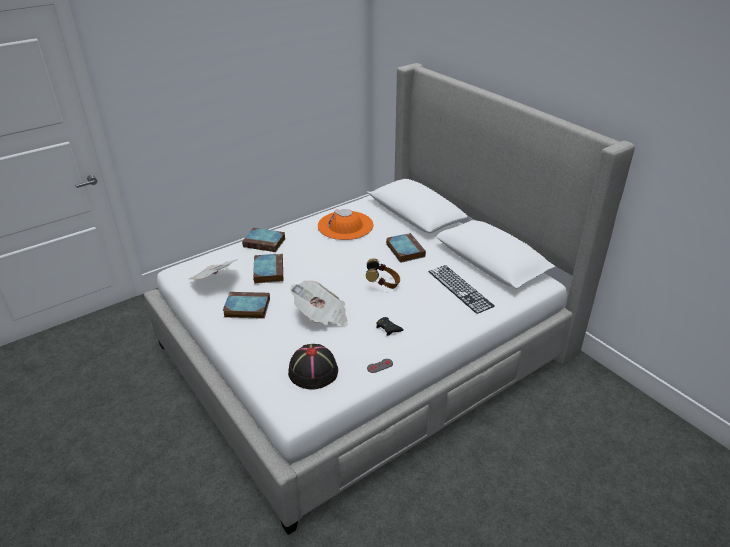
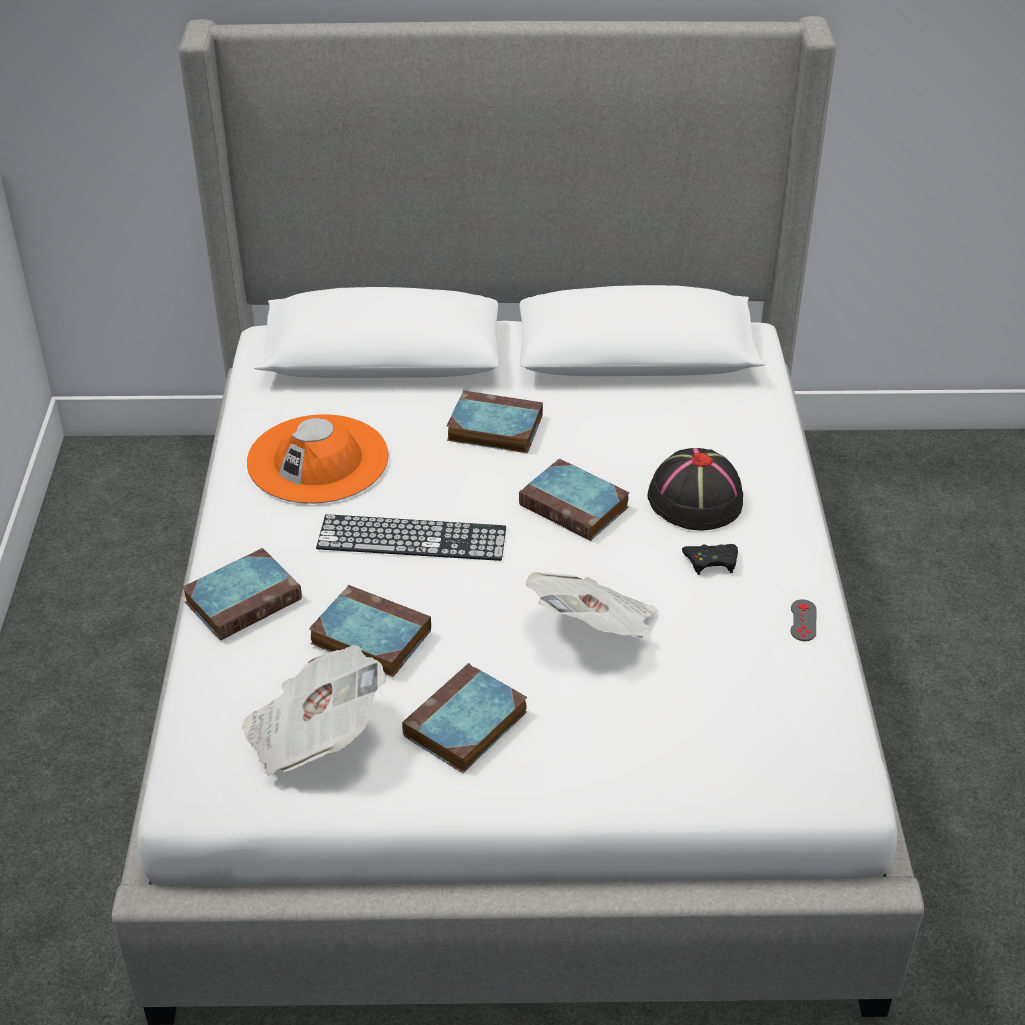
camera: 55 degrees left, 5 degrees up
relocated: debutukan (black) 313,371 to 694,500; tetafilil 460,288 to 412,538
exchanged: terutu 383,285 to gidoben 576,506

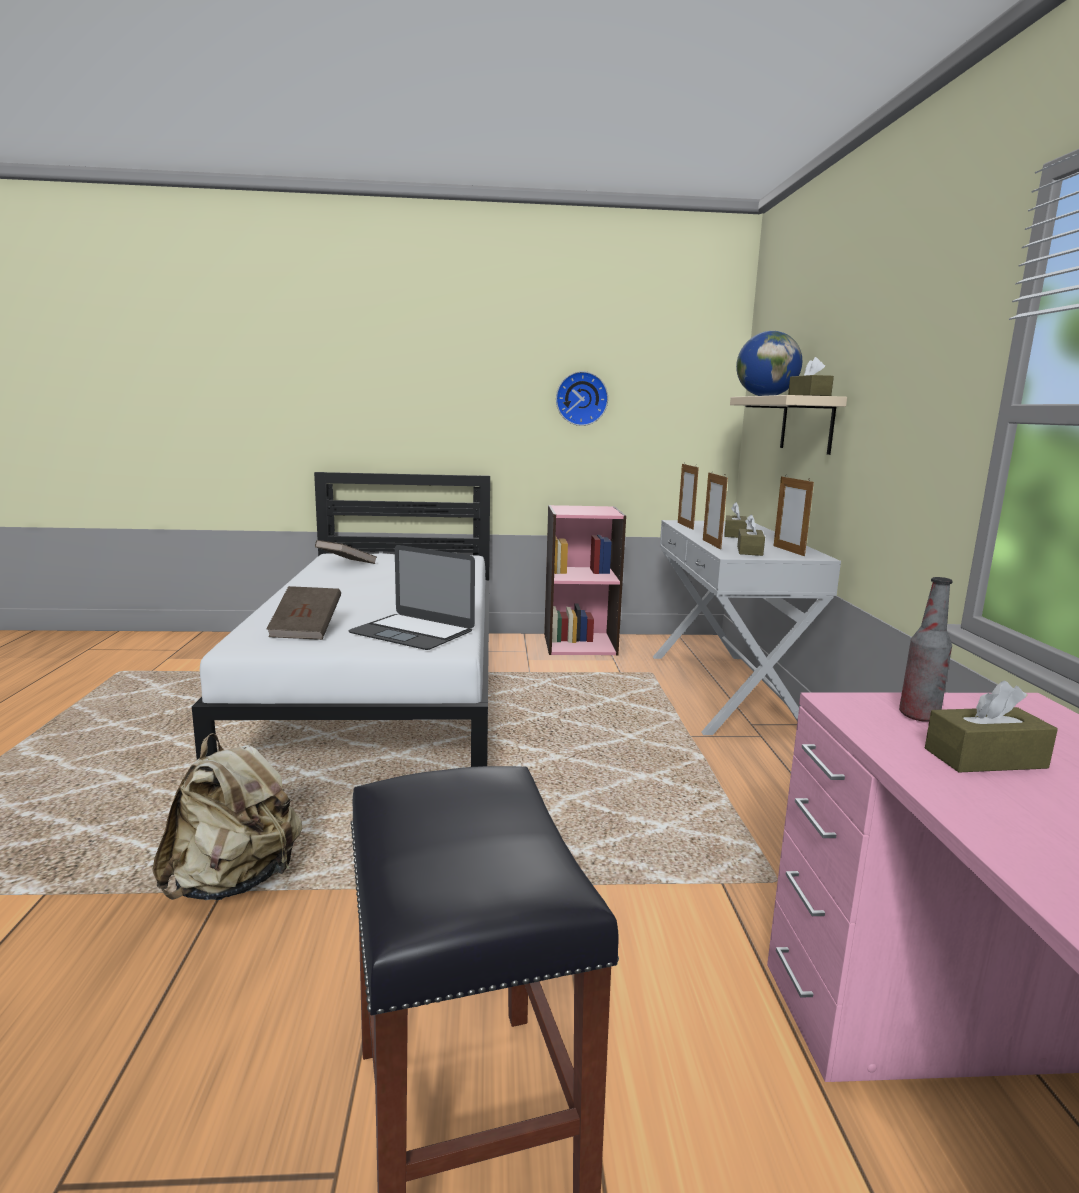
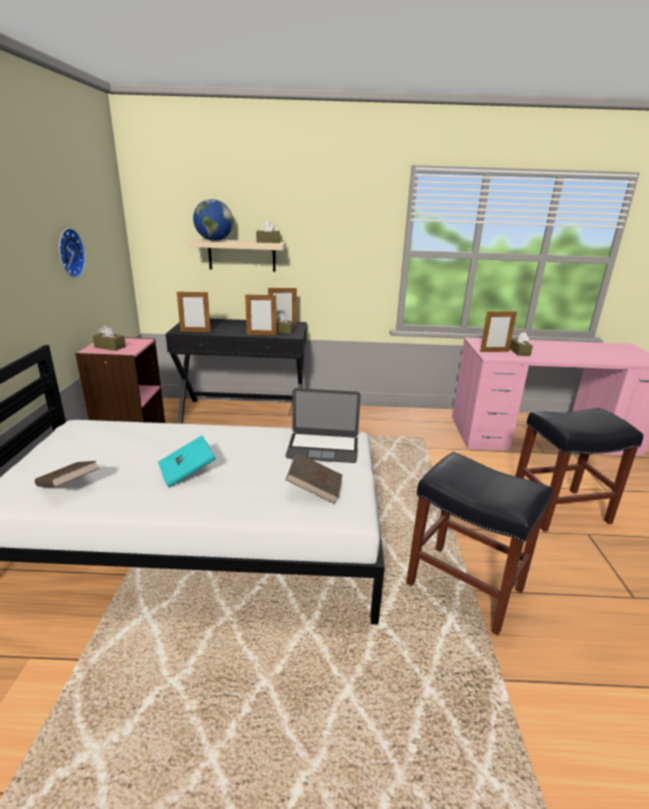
camera: 85 degrees left, 10 degrees up
appeared: gidoben (turquoise) 187,472
relocated: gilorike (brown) 734,534 to 110,347
exchanged: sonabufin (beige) 234,882 to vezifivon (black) 463,586; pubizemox 918,716 to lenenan 494,351
colour: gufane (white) 725,690 to gufane (black) 244,413
spun: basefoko 412,632 = 323,447 60 degrees clockwise

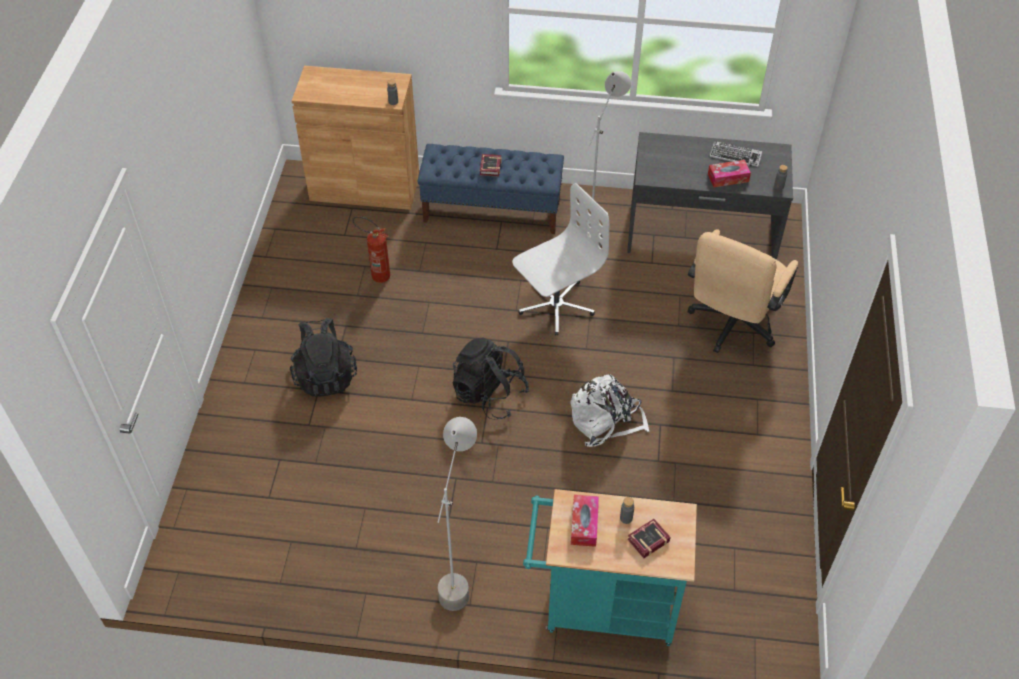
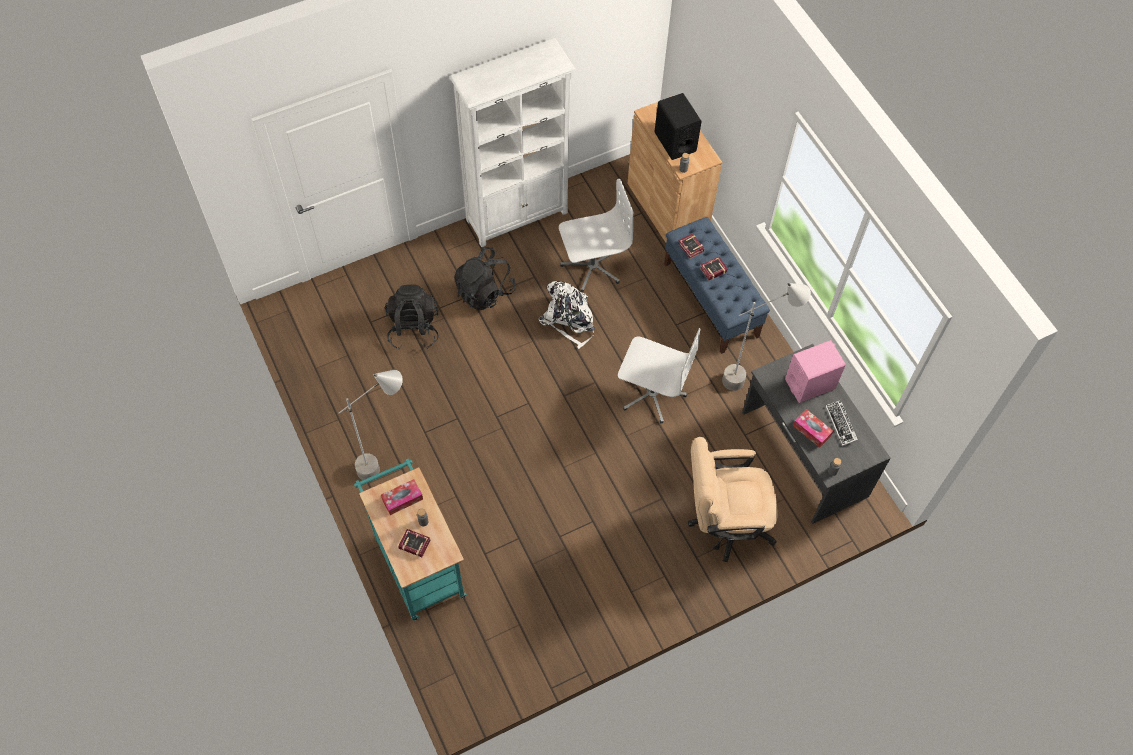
camera: 55 degrees right, 10 degrees up
appeared: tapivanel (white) 517,216; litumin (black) 675,142; gidoben 691,248; litumin (pink) 810,384
relocated: sonabufin (black) 489,394 to 413,329; sonabufin (white) 606,420 to 569,320
exchanged: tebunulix 376,275 to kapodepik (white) 592,266

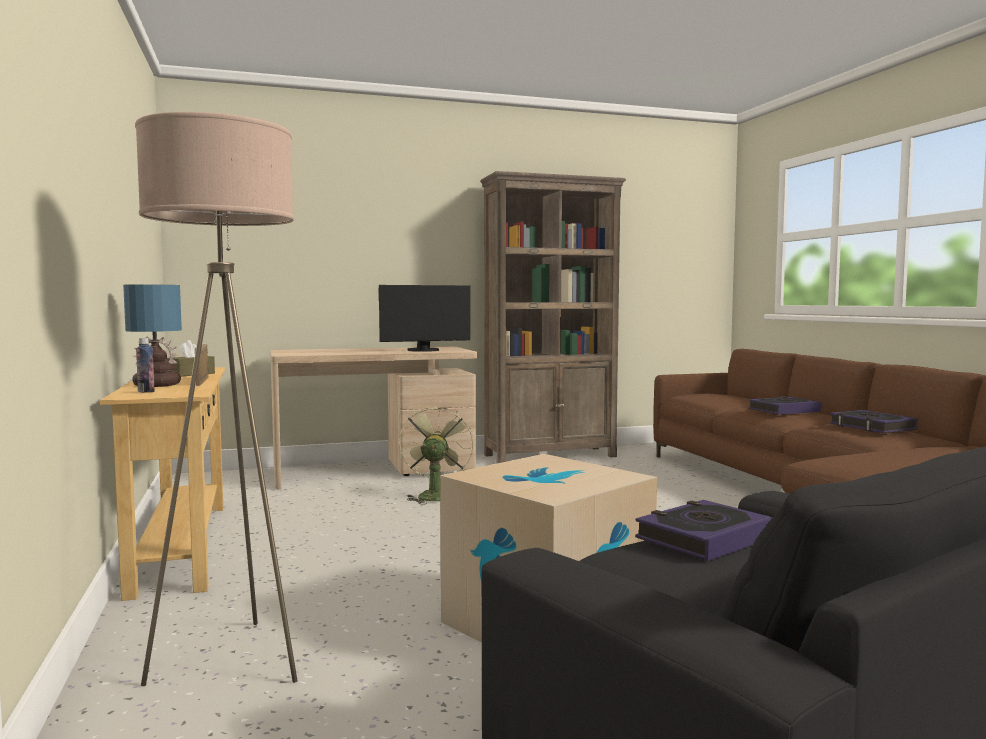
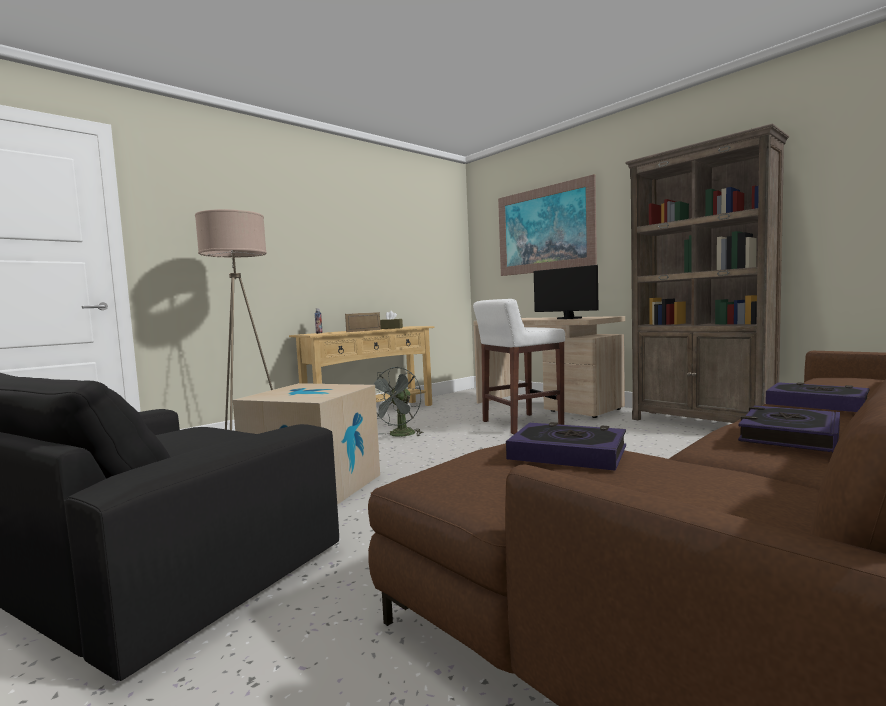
camera: 65 degrees right, 0 degrees up
missing: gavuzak 155,385
appeared: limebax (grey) 400,435; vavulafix 544,230
relocated: gidoben 704,538 to 567,453
exchanged: limebax (green) 434,495 to vezifivon (white) 520,424

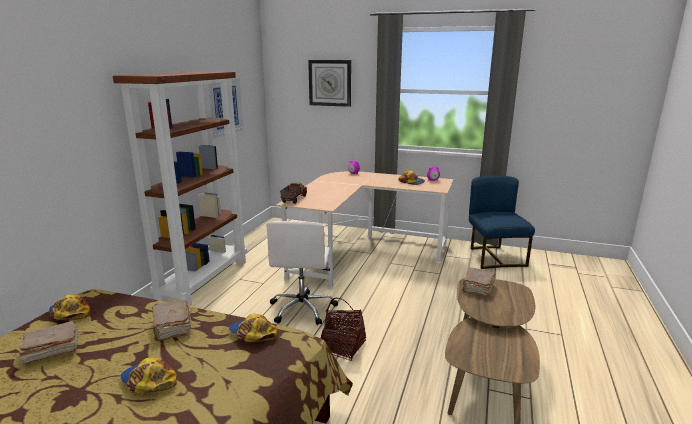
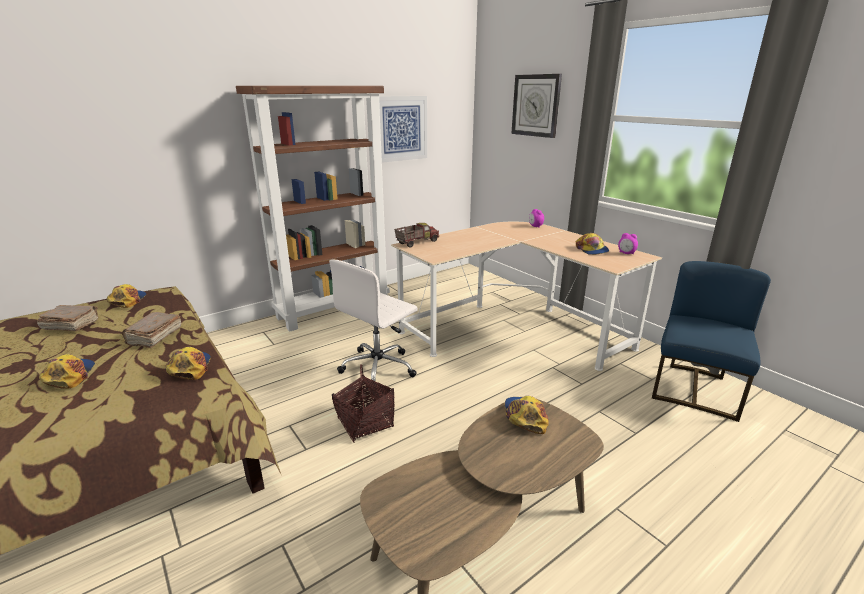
camera: 35 degrees right, 5 degrees up
exchanged: gidoben (brown) 477,288 to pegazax 525,416

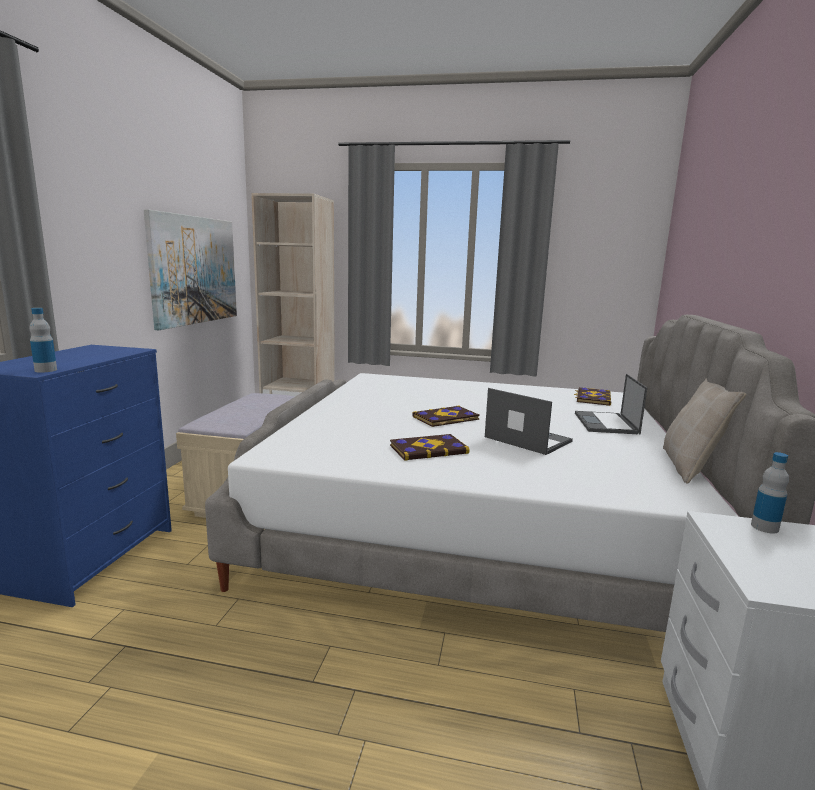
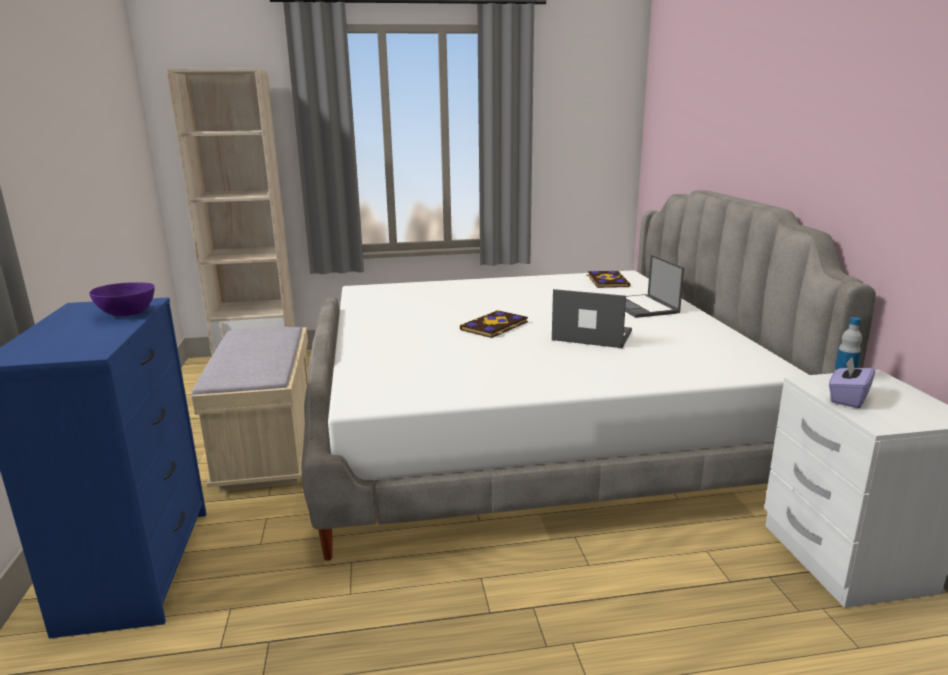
camera: 20 degrees left, 5 degrees up
missing: pubizemox 46,370; vavulafix 194,270; gidoben 428,449; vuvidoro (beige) 691,467
appeared: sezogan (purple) 125,314; gilorike (purple) 847,398

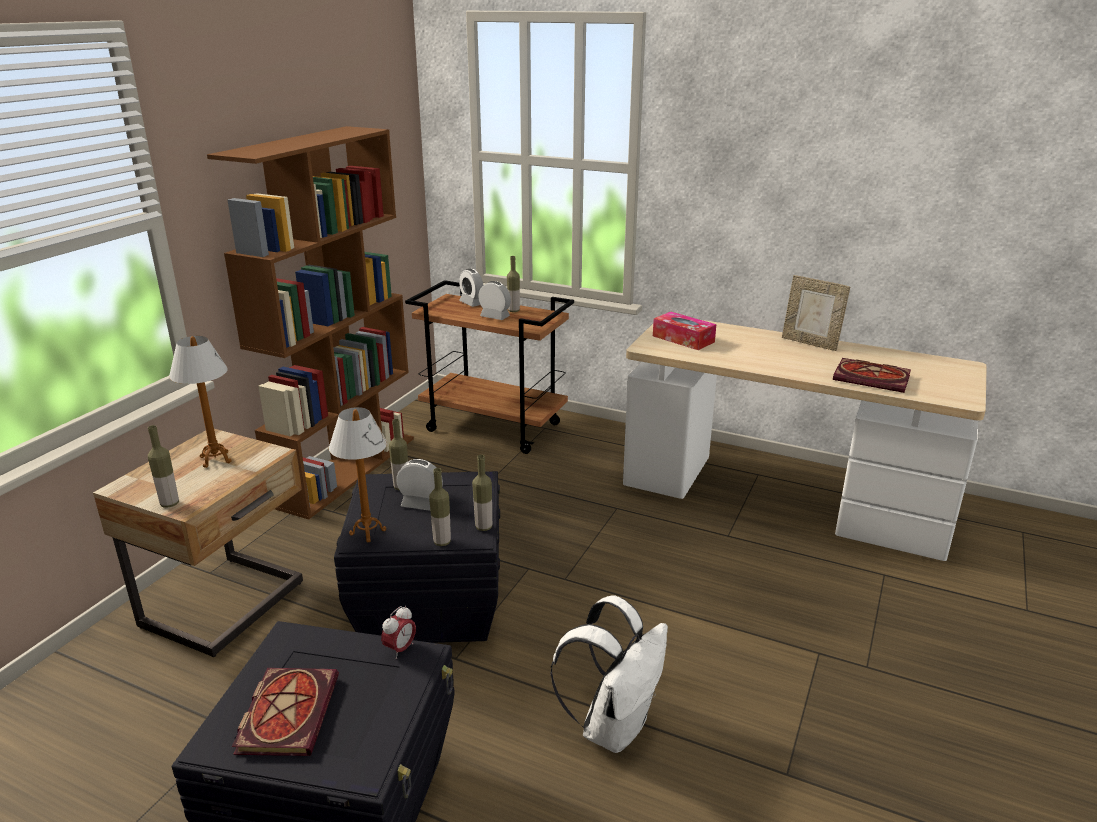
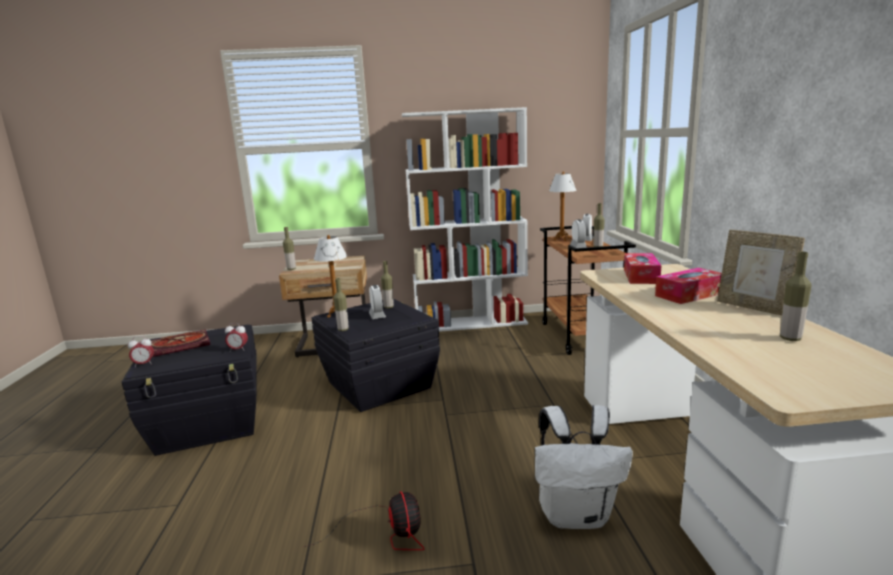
camera: 60 degrees right, 10 degrees down
missing: gidoben 873,378
appeared: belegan 144,364; limebax 387,533; gilorike 689,294
relocated: gavuzak 215,460 to 561,239; pubizemox 483,527 to 790,338; sonabufin (white) 613,725 to 576,515
colour: tapivanel (brown) 345,470 to tapivanel (white) 471,323
spun: lenenan 810,343 = 753,307 45 degrees counterclockwise

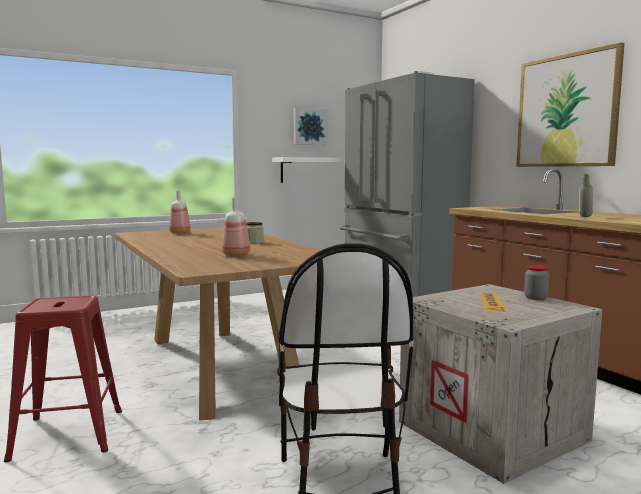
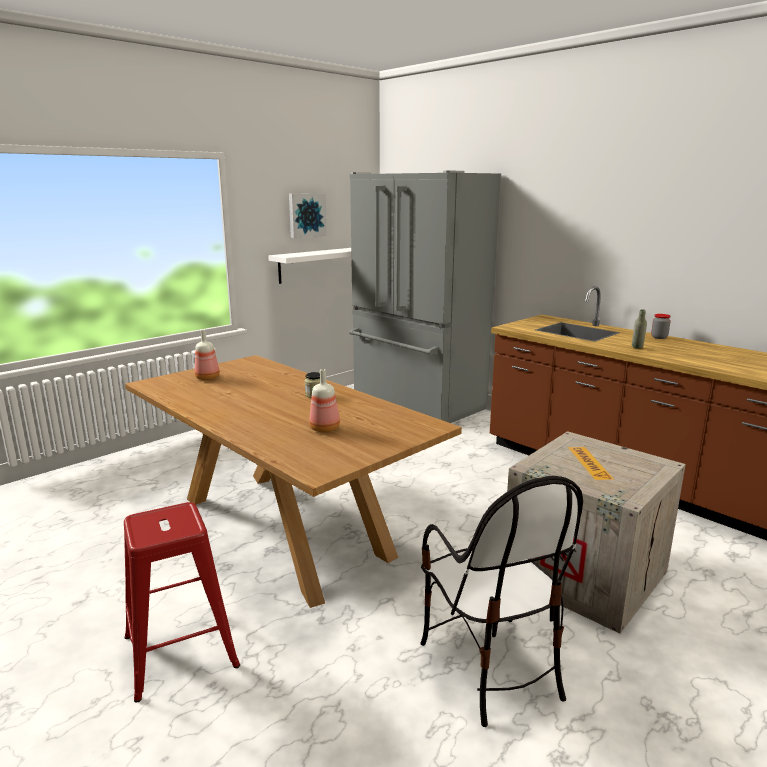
camera: 15 degrees left, 10 degrees up
missing: vavulafix 566,111
relocated: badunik 535,298 to 659,337

